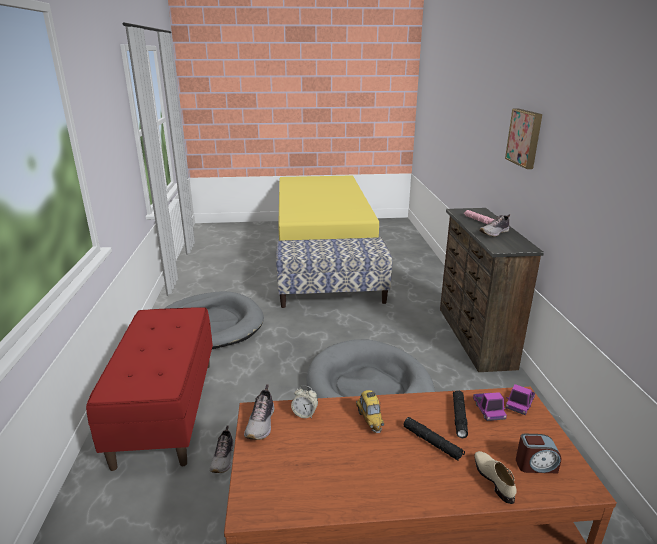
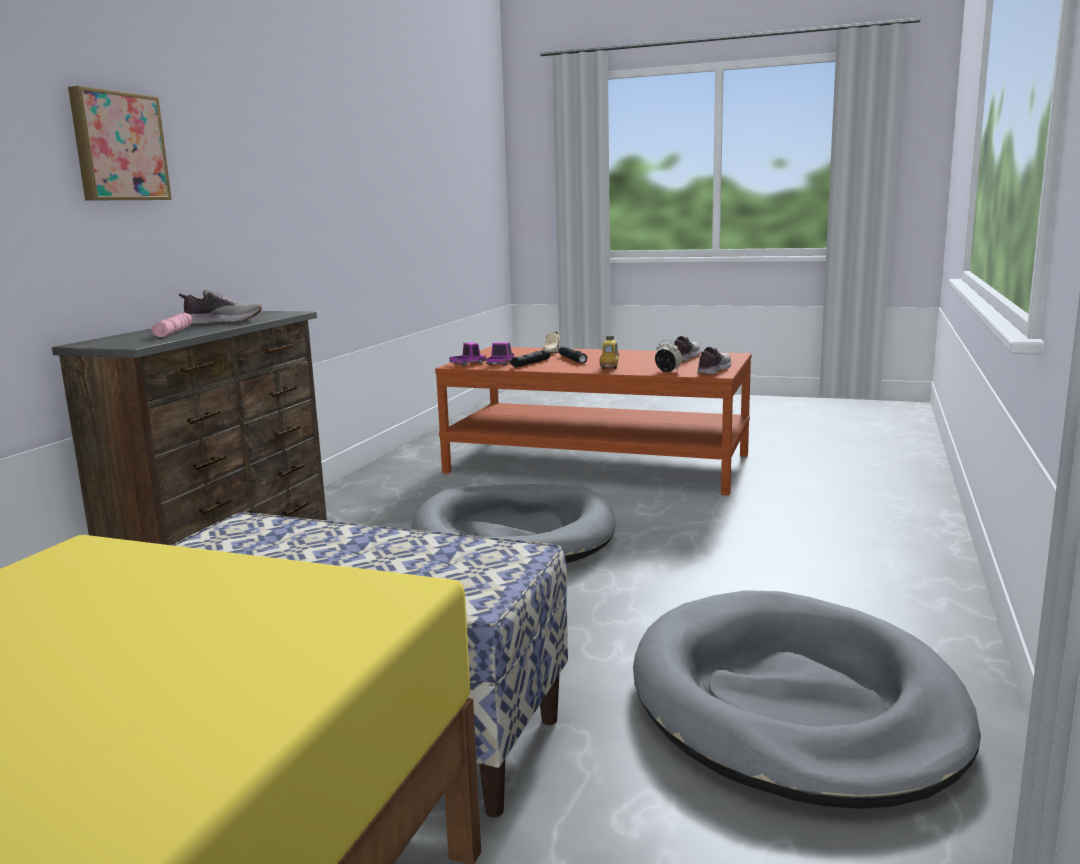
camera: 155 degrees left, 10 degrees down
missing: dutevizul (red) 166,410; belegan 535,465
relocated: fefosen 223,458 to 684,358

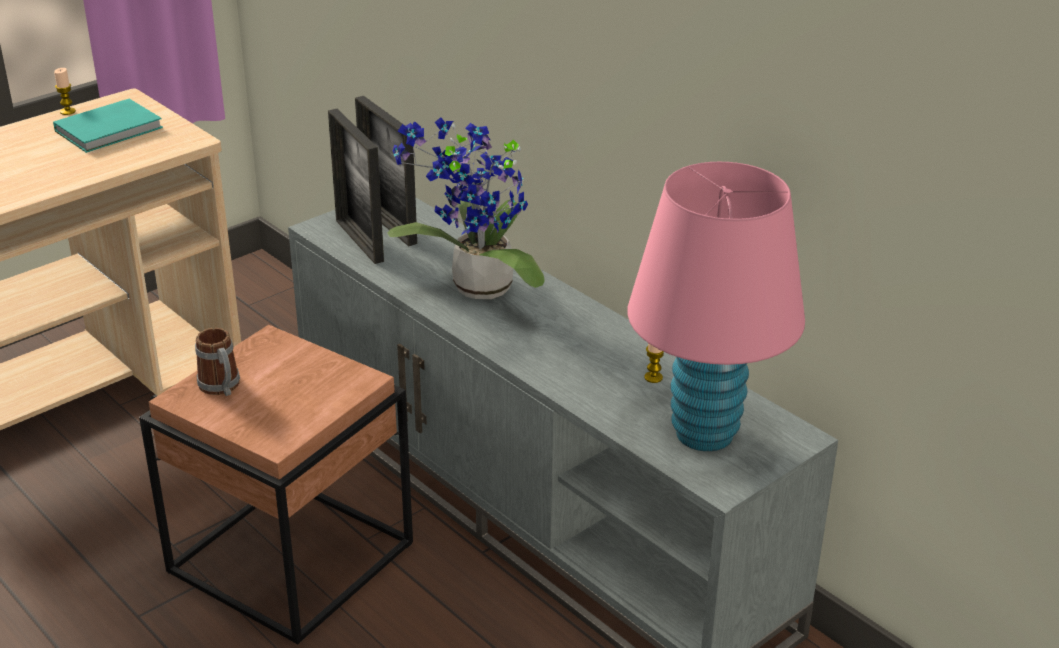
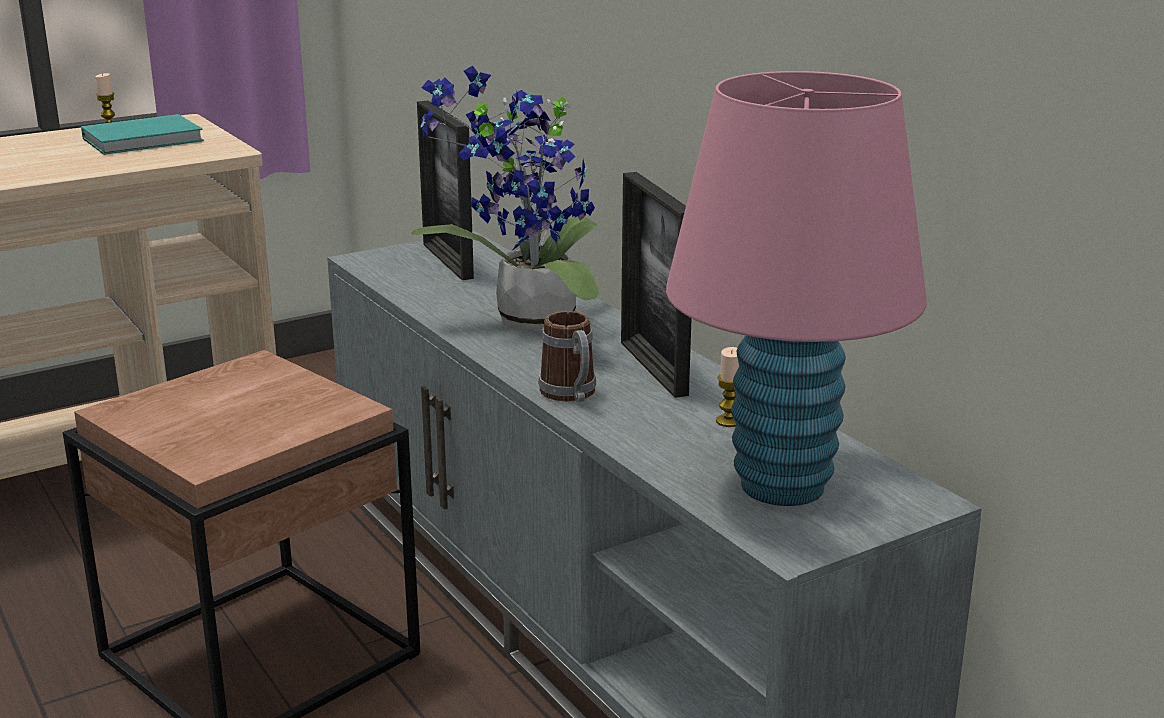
camera: 10 degrees right, 10 degrees down
relocated: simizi 222,388 to 571,395; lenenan 359,240 to 653,368

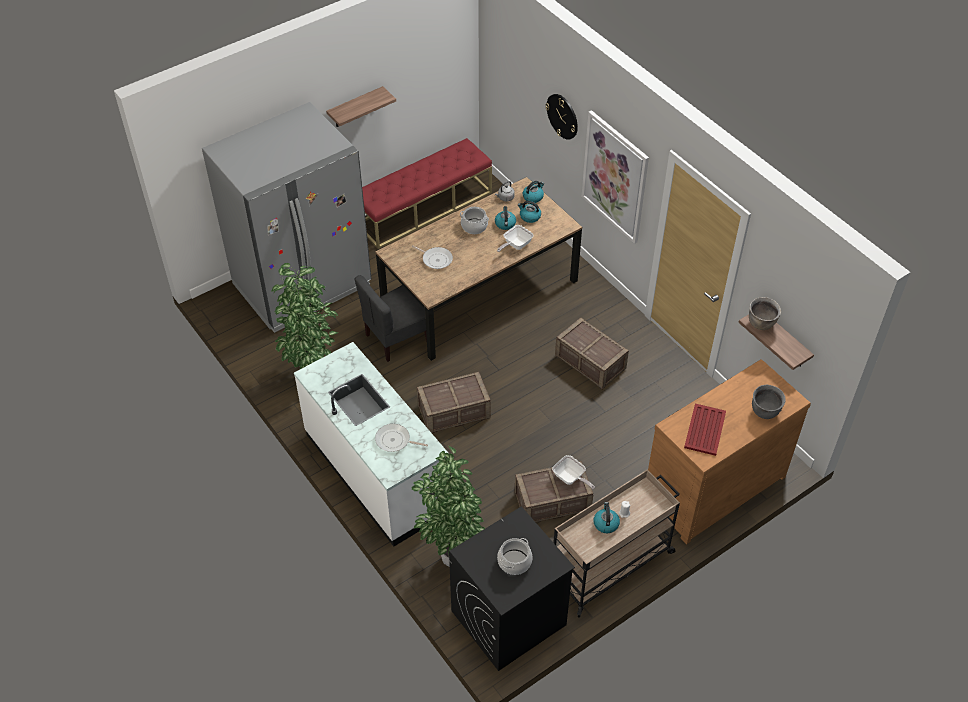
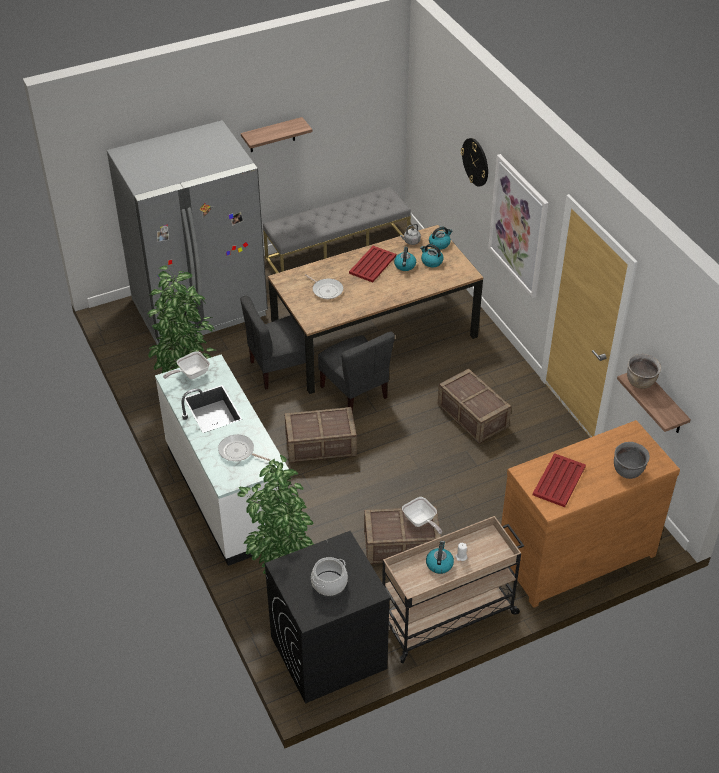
camera: 10 degrees right, 5 degrees down
appeared: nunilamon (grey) 355,392
relocated: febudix 515,245 to 191,374
exchanged: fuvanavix 474,226 to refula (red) 373,264
colour: dutevizul (red) 424,208 to dutevizul (grey) 338,251

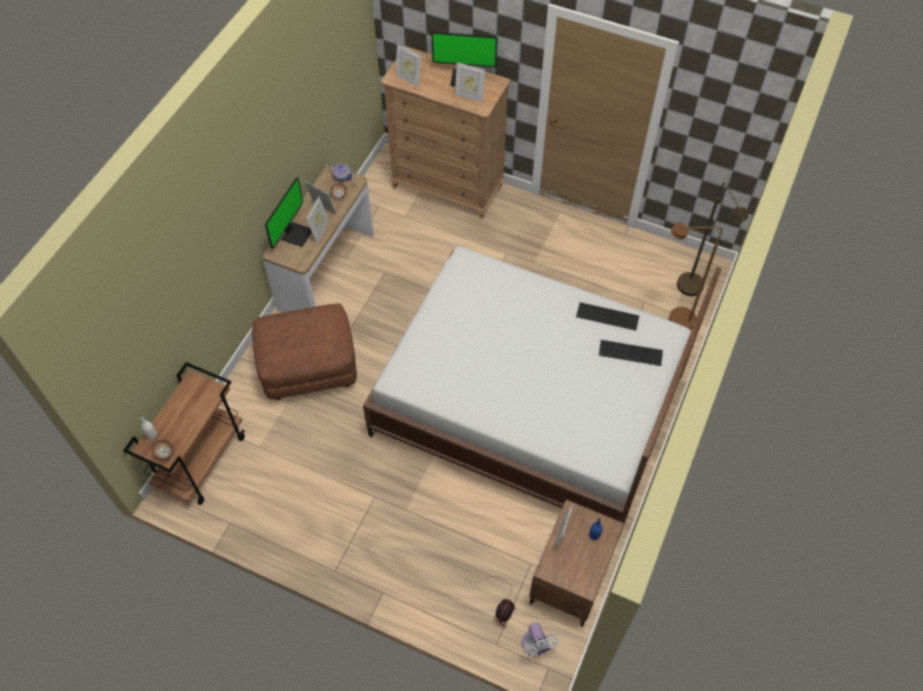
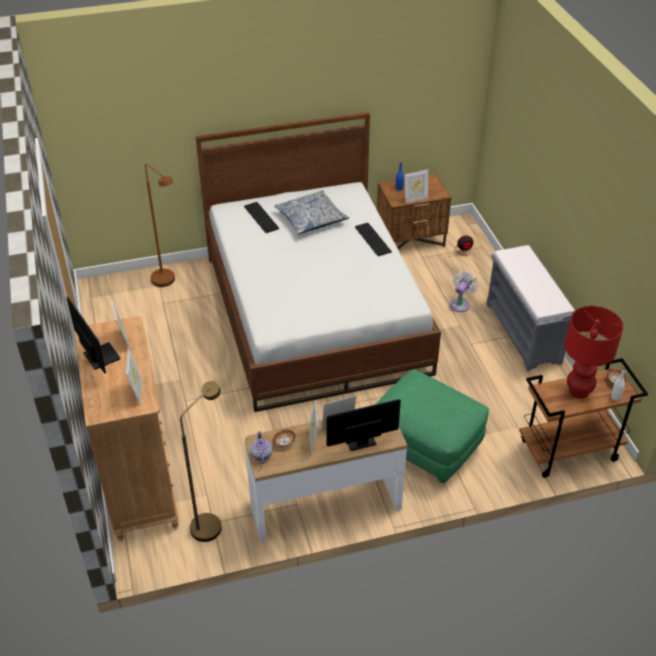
camera: 130 degrees left, 15 degrees down
appeared: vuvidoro 311,219; dutevizul (grey) 524,333; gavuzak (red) 578,391
relocated: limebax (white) 536,646 to 460,304; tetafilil 608,317 to 373,238; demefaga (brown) 694,291 to 210,522
colour: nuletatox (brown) 309,368 to nuletatox (green) 426,446

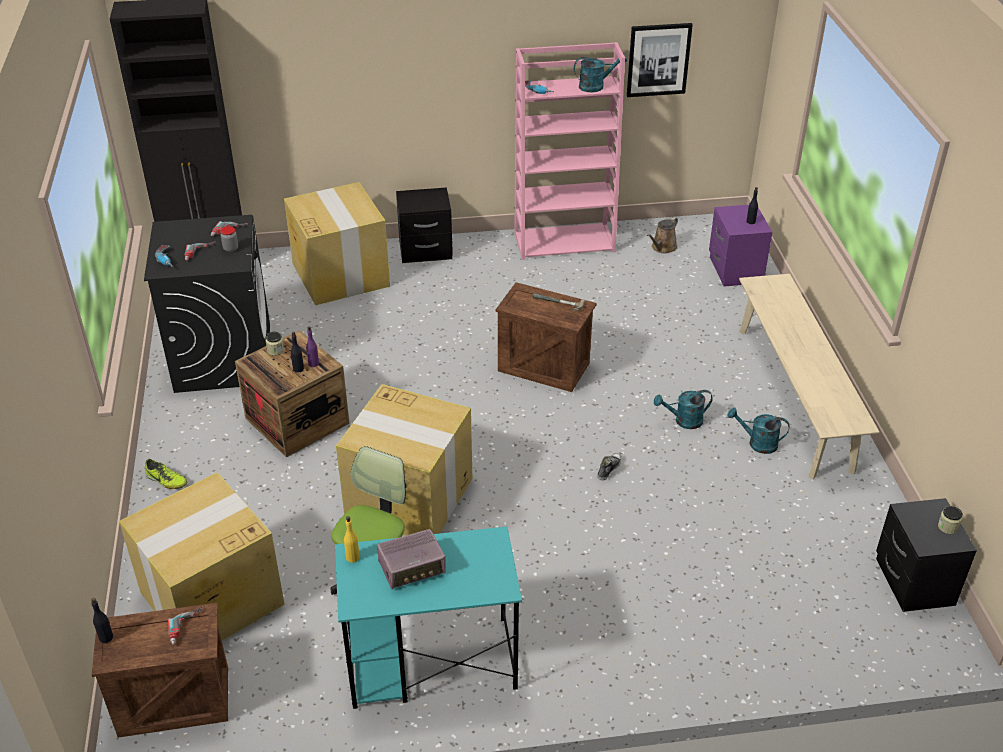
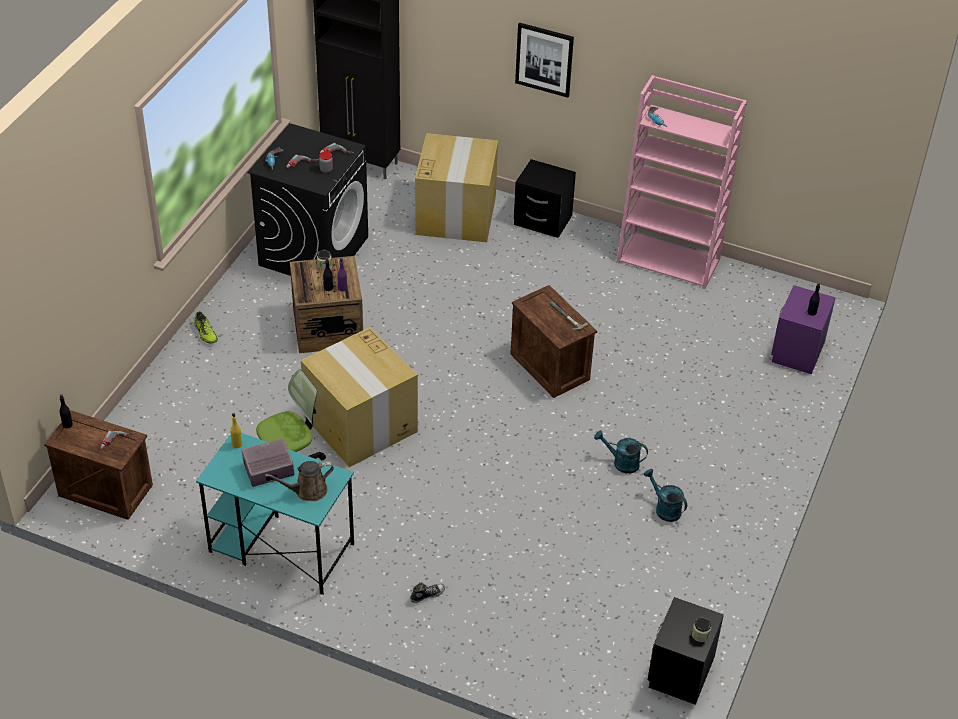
camera: 30 degrees right, 5 degrees up
missing: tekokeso 210,599; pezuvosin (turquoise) 596,86; dutevizul (beige) 793,397
relocated: fefosen 609,469 to 427,595; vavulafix 658,59 to 544,59; pezuvosin (brown) 662,248 to 307,491
spun: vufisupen 412,568 = 268,470 150 degrees clockwise

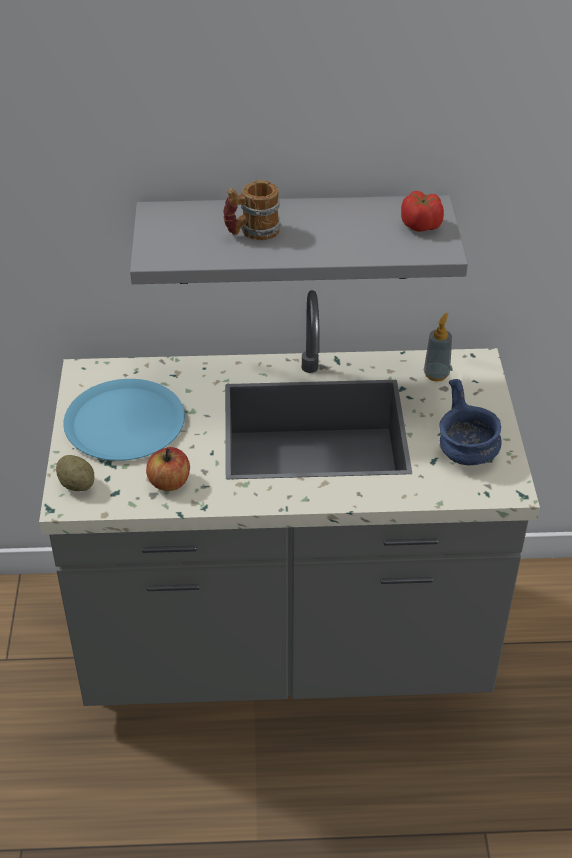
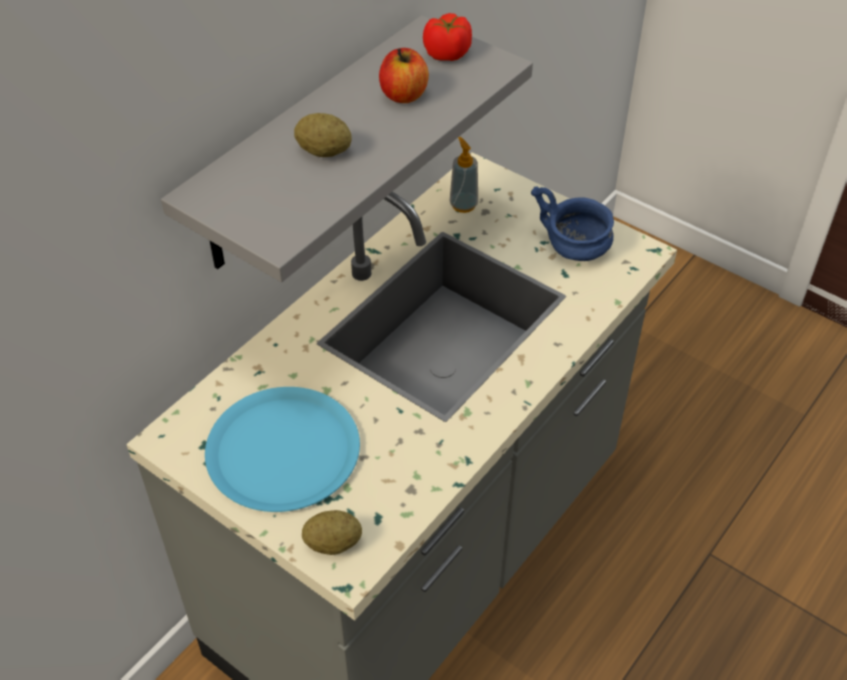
camera: 50 degrees left, 5 degrees up
relocated: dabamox 169,482 to 404,95
exchanged: simizi 252,232 to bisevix 324,152

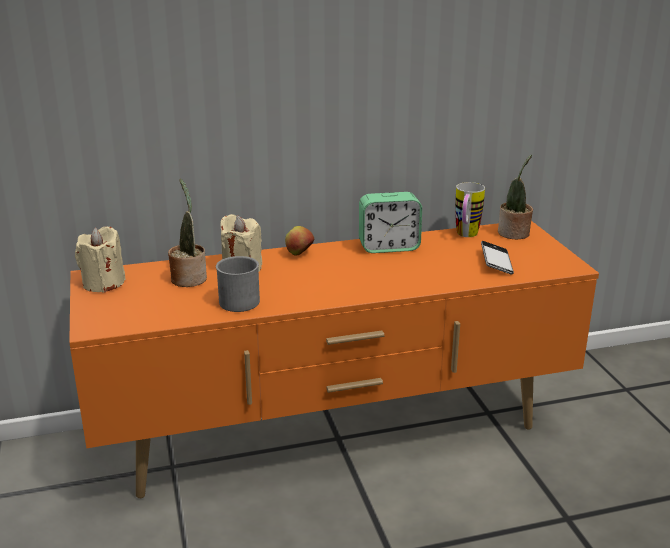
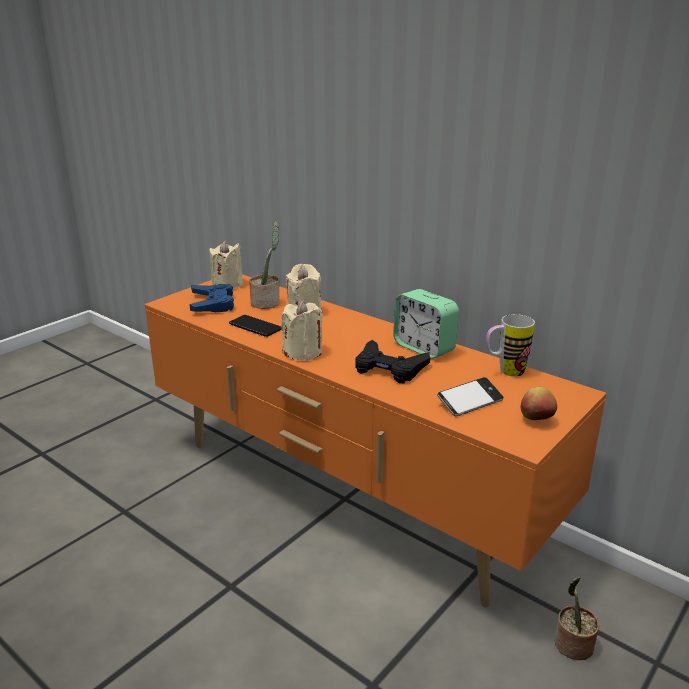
camera: 55 degrees right, 0 degrees up
appeared: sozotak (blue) 212,303; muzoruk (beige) 303,352; sozotak (black) 389,368
relocated: dabamox 299,254 to 536,420; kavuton 514,234 to 572,646
exchanged: simizi (grey) 237,299 to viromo 255,326

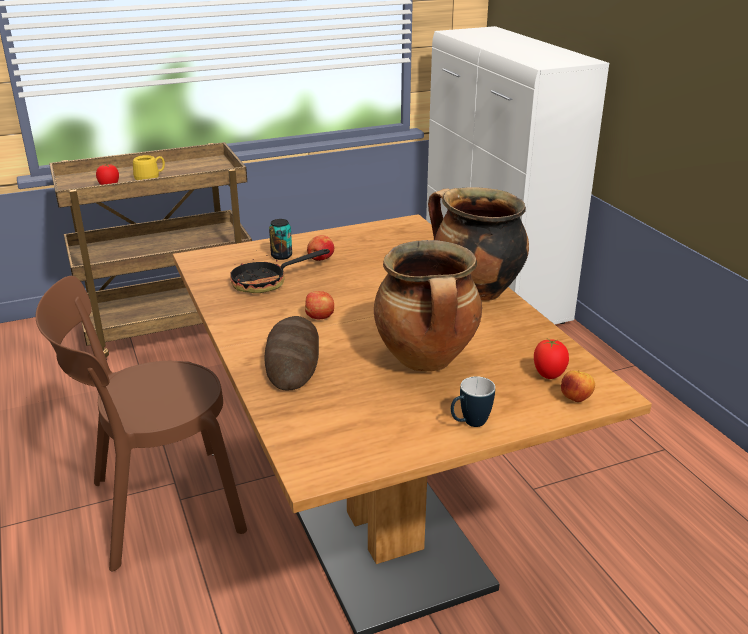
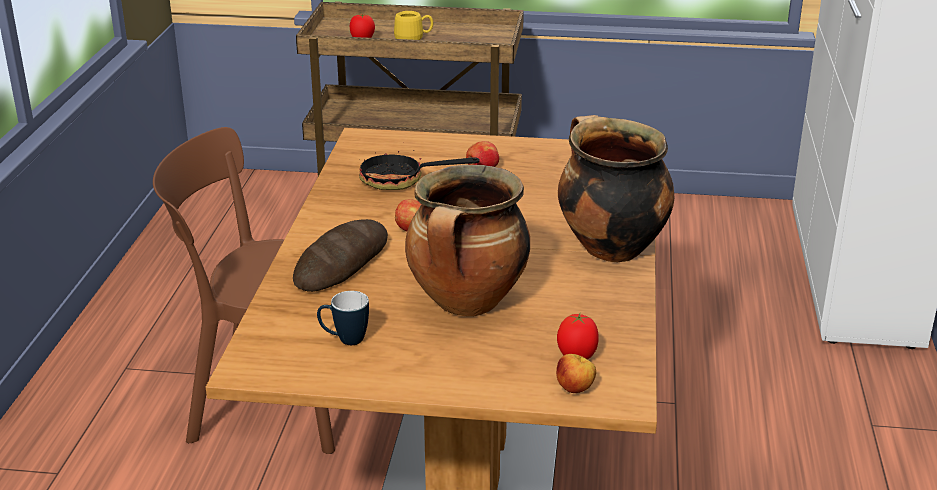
camera: 30 degrees right, 0 degrees up
missing: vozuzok 281,256
relocated: simizi 469,423 to 344,340

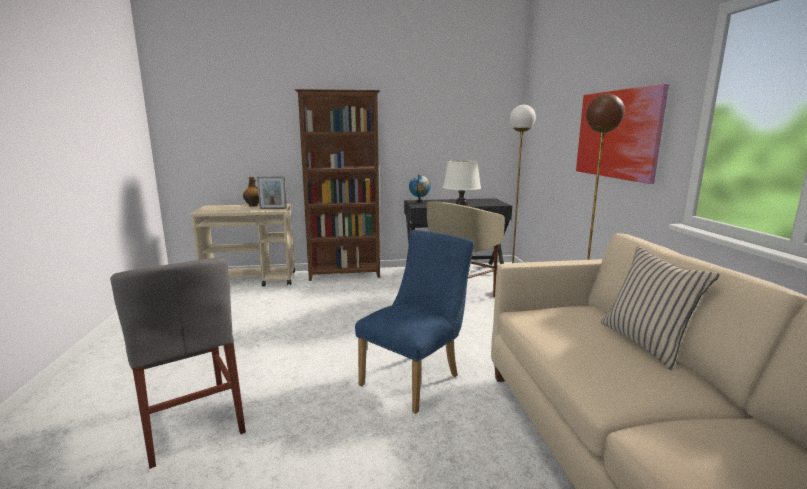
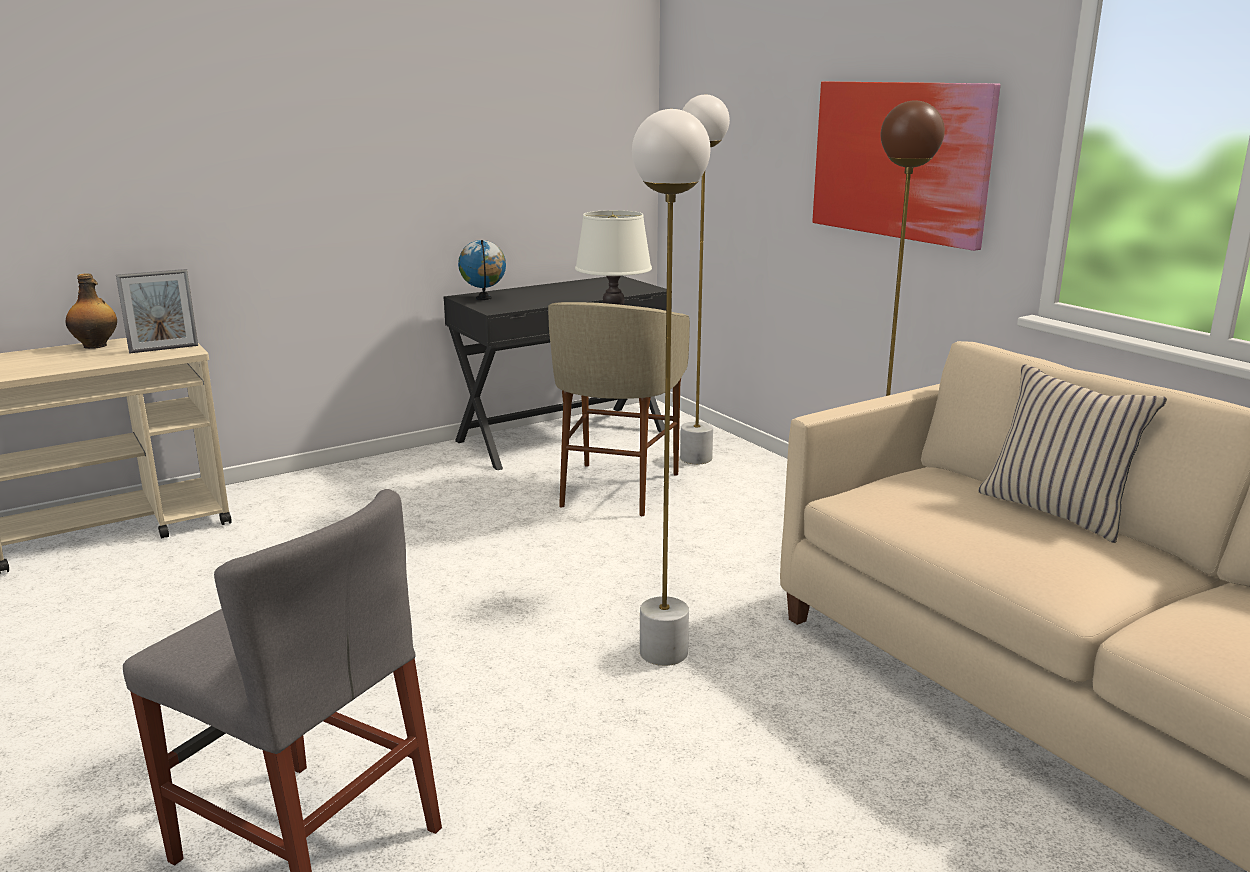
camera: 25 degrees left, 5 degrees up
missing: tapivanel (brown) 345,274
exchanged: nunilamon (blue) 416,378 to demefaga (white) 664,653

